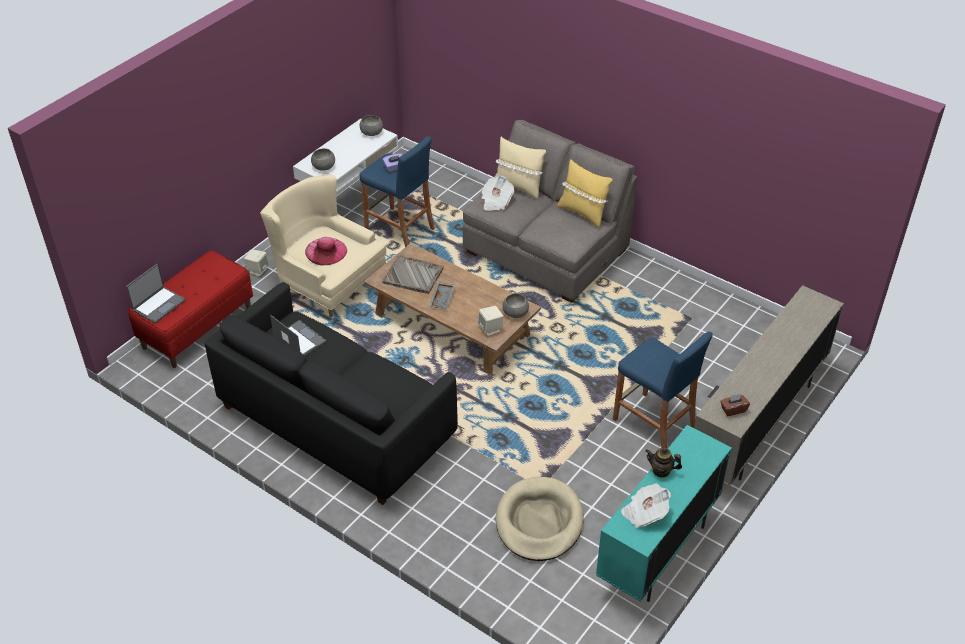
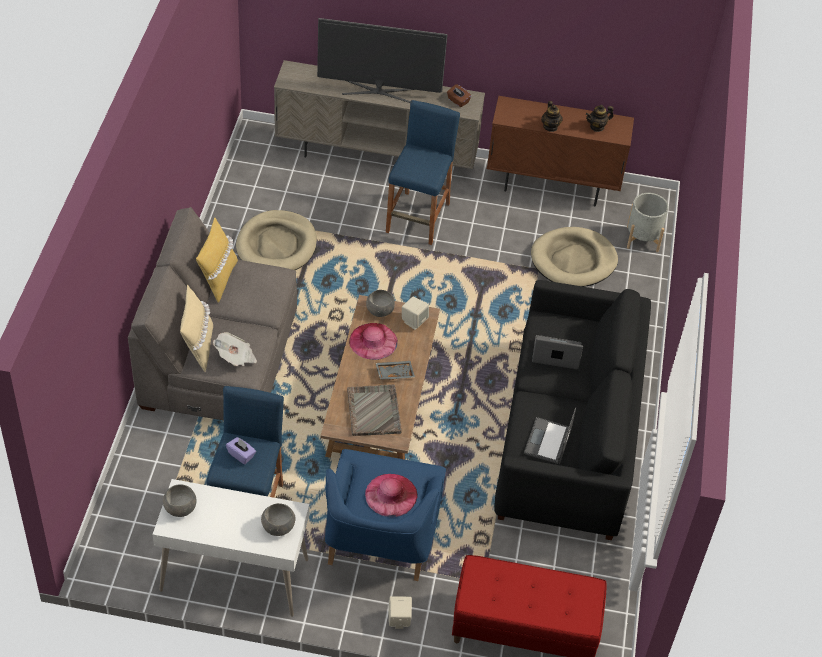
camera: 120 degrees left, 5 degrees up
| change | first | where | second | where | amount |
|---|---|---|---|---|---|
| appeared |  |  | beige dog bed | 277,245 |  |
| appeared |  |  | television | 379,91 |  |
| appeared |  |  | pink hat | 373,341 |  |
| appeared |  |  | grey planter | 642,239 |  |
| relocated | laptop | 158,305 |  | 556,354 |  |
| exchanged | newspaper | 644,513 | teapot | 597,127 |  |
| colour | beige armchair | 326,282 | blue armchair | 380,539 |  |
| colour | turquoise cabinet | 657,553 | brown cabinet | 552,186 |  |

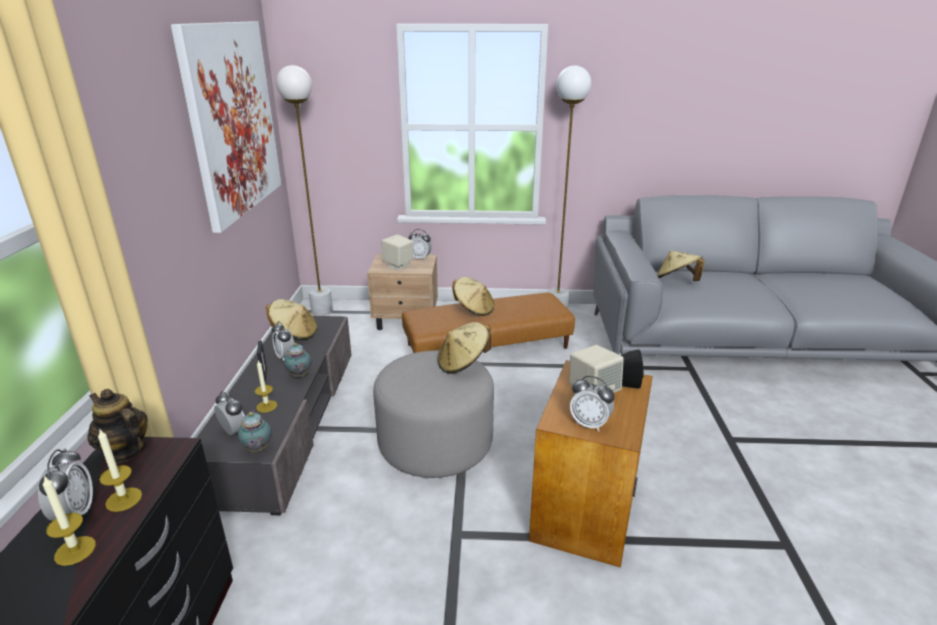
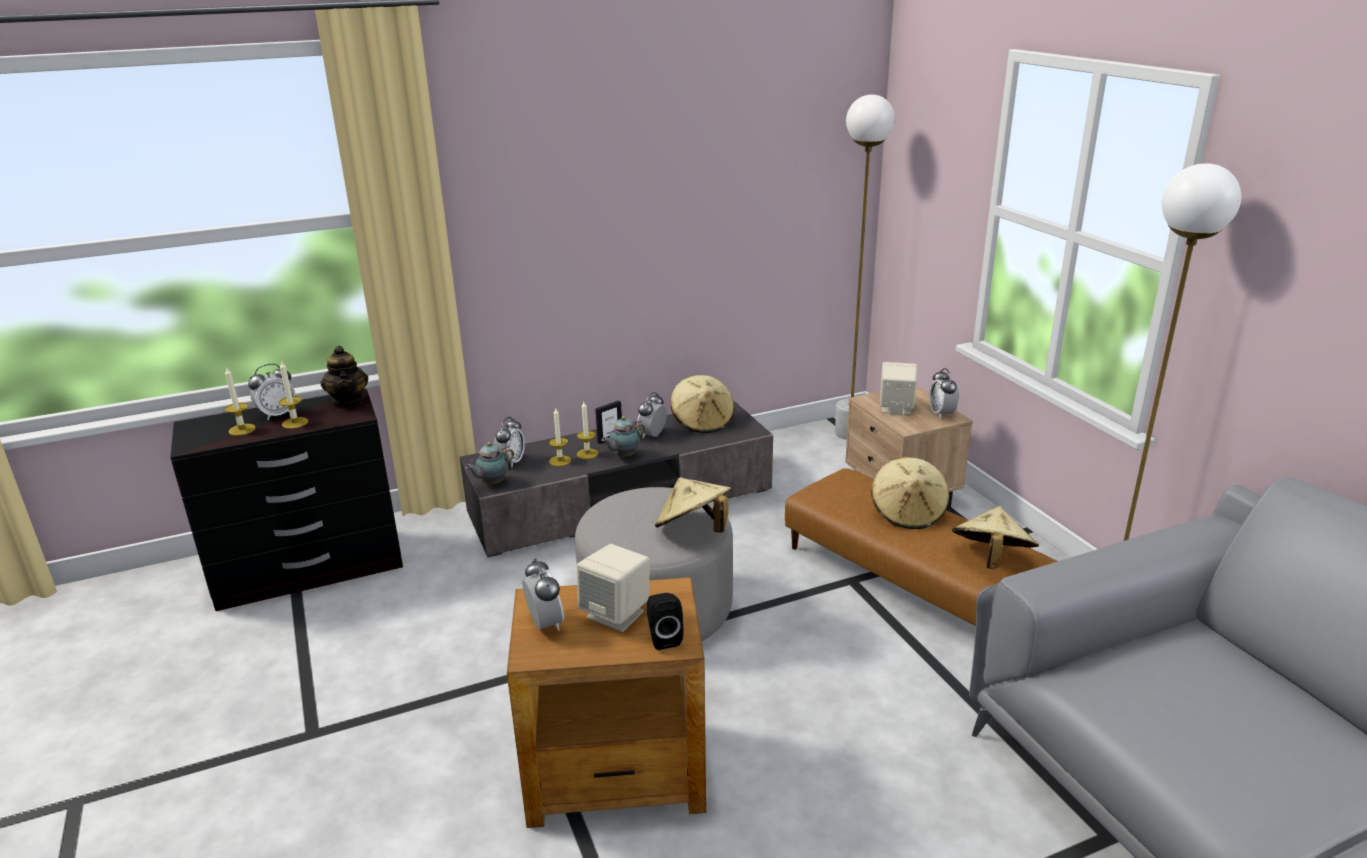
camera: 65 degrees right, 0 degrees up
| change | first | where | second | where | amount |
|---|---|---|---|---|---|
| missing | picture | 232,120 |  |  |  |
| appeared |  |  | candle | 587,454 |  |
| relocated | beige hat | 676,282 |  | 990,559 |  |
| spun | teapot | 125,451 |  | 349,401 | 150 degrees clockwise |
| spun | alarm clock | 589,424 |  | 545,624 | 150 degrees clockwise |

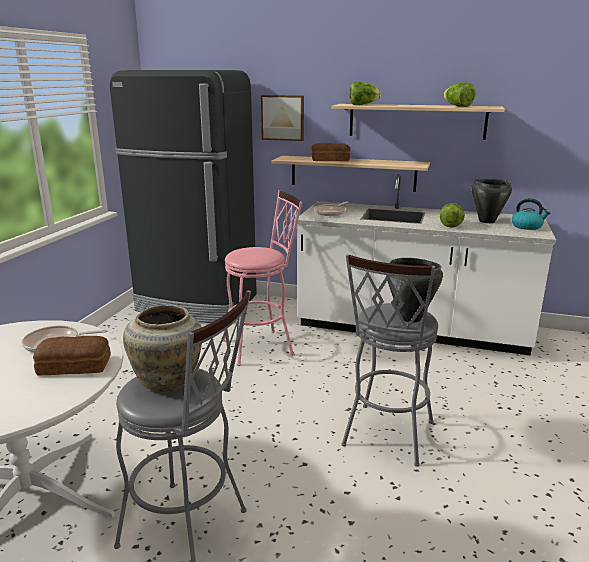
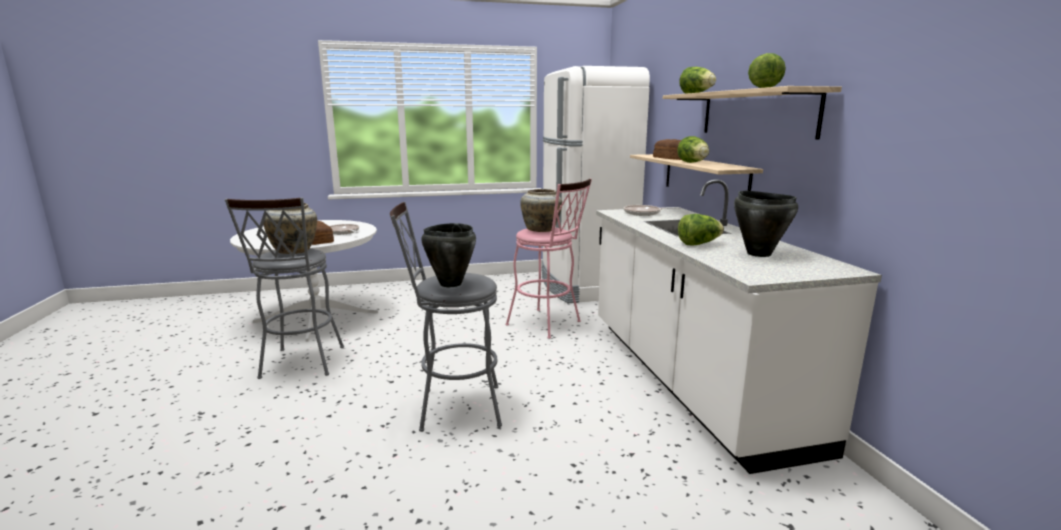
camera: 60 degrees right, 5 degrees down
| change | first | where | second | where | amount |
|---|---|---|---|---|---|
| missing | picture | 283,117 |  |  |  |
| missing | kettle | 527,226 |  |  |  |
| appeared |  |  | beige vase | 541,230 |  |
| appeared |  |  | lettuce | 693,163 |  |
| colour | black fridge | 197,304 | white fridge | 584,286 |  |

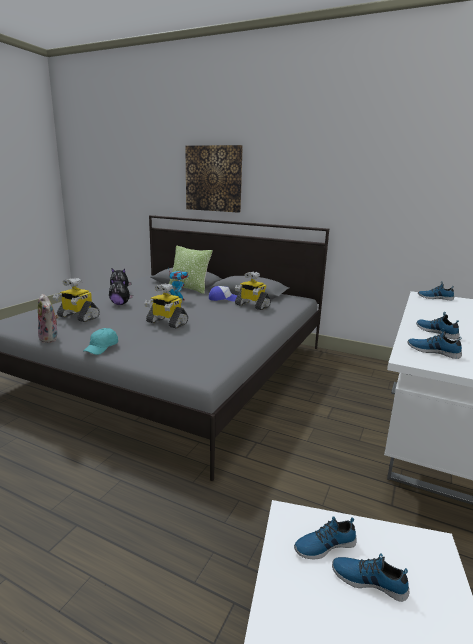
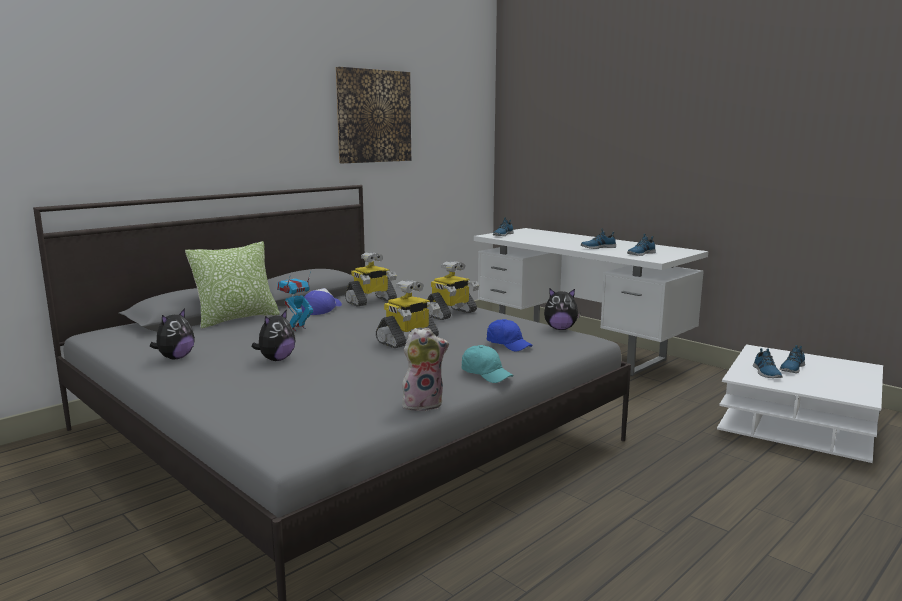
camera: 70 degrees left, 5 degrees down
| change | first | where | second | where | amount |
|---|---|---|---|---|---|
| appeared |  |  | blue cap | 508,344 |  |
| appeared |  |  | plush toy | 560,329 |  |
| relocated | toy robot | 77,317 |  | 450,314 |  |
| relocated | picture | 213,178 |  | 373,116 |  |

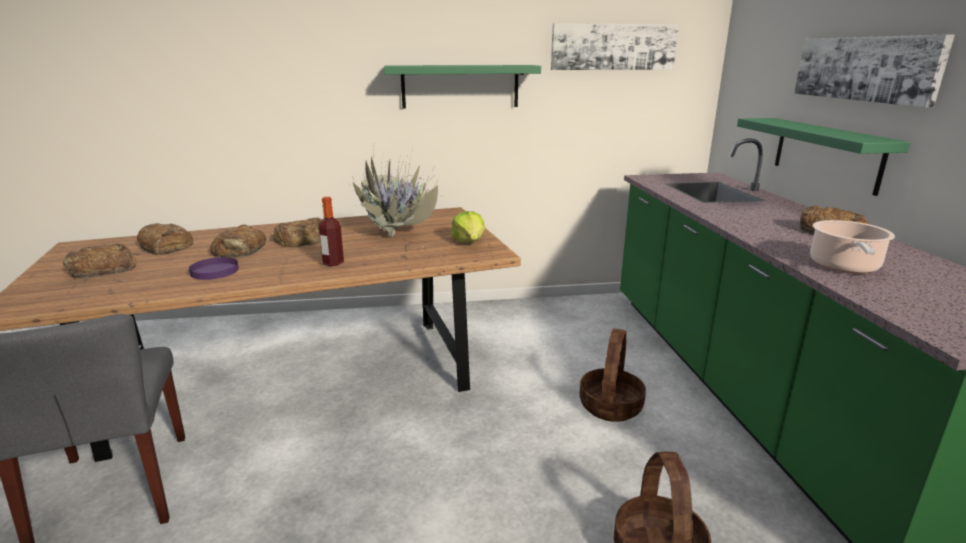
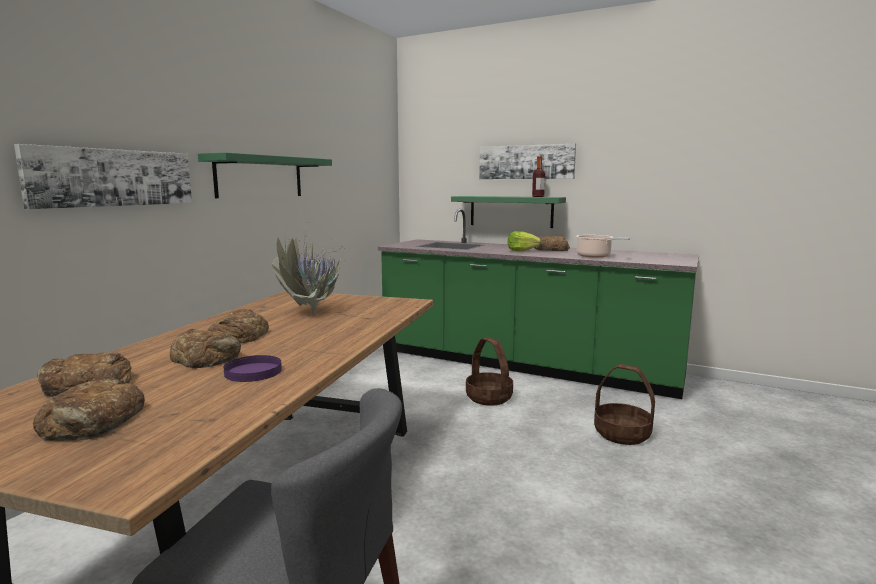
camera: 55 degrees left, 10 degrees down
| change | first | where | second | where | amount |
|---|---|---|---|---|---|
| relocated | bottle | 333,263 |  | 538,196 |  |
| relocated | lettuce | 469,241 |  | 522,251 |  |
| relocated | picture | 613,47 |  | 113,177 |  |

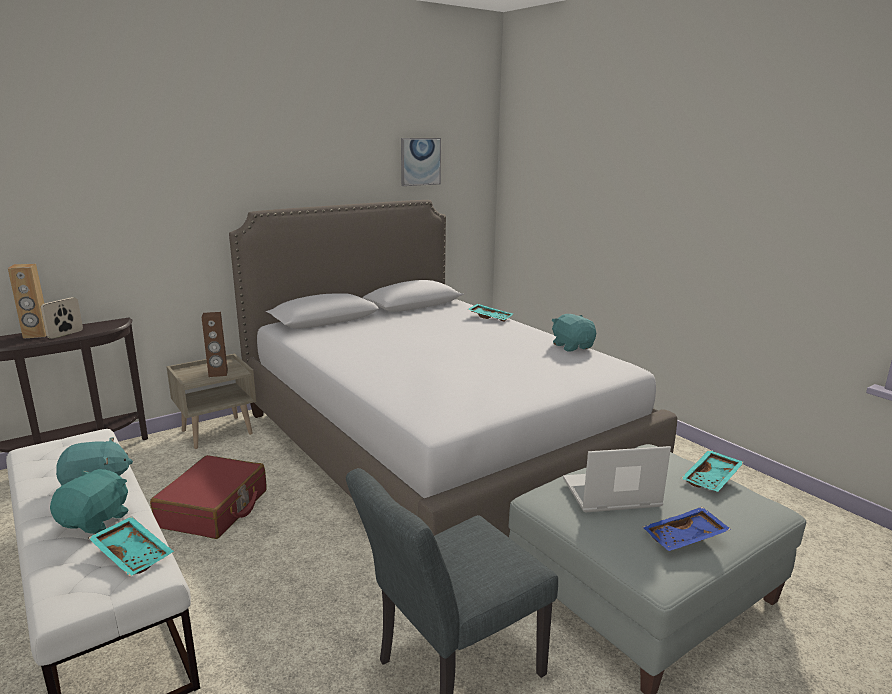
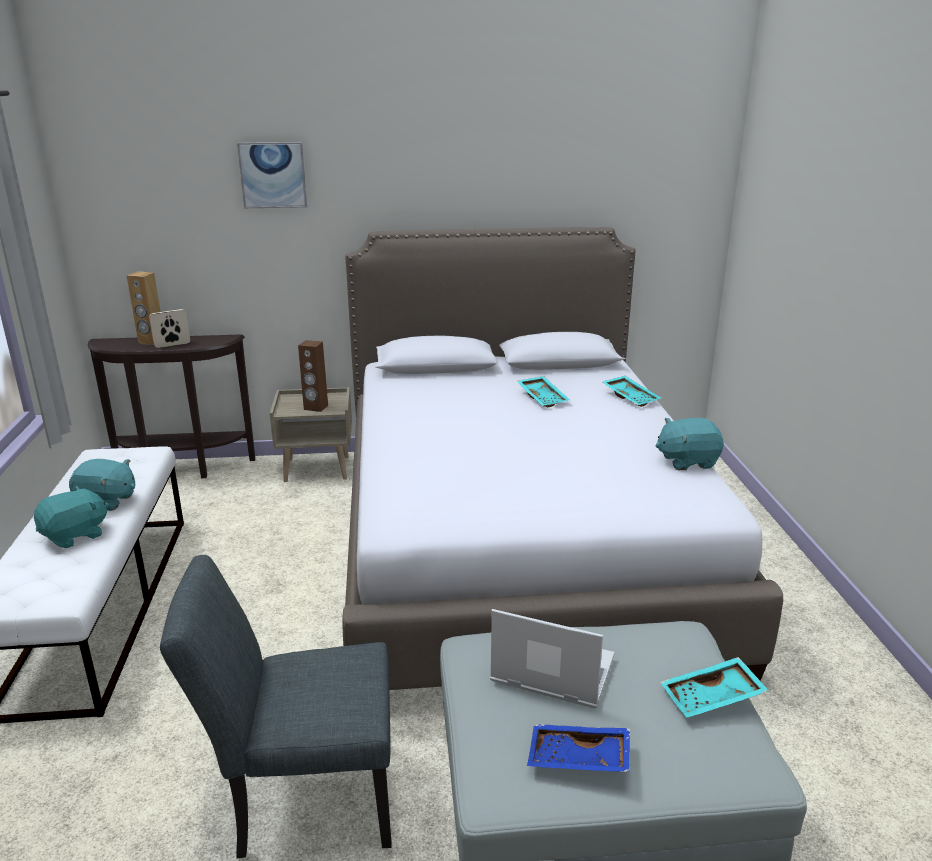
camera: 30 degrees right, 5 degrees up
| change | first | where | second | where | amount |
|---|---|---|---|---|---|
| missing | red suitcase | 214,509 |  |  |  |
| relocated | turquoise tray | 134,553 |  | 543,398 |  |
| relocated | picture | 420,161 |  | 273,175 |  |
| spun | turquoise plush toy | 572,346 |  | 687,461 | 105 degrees counterclockwise |

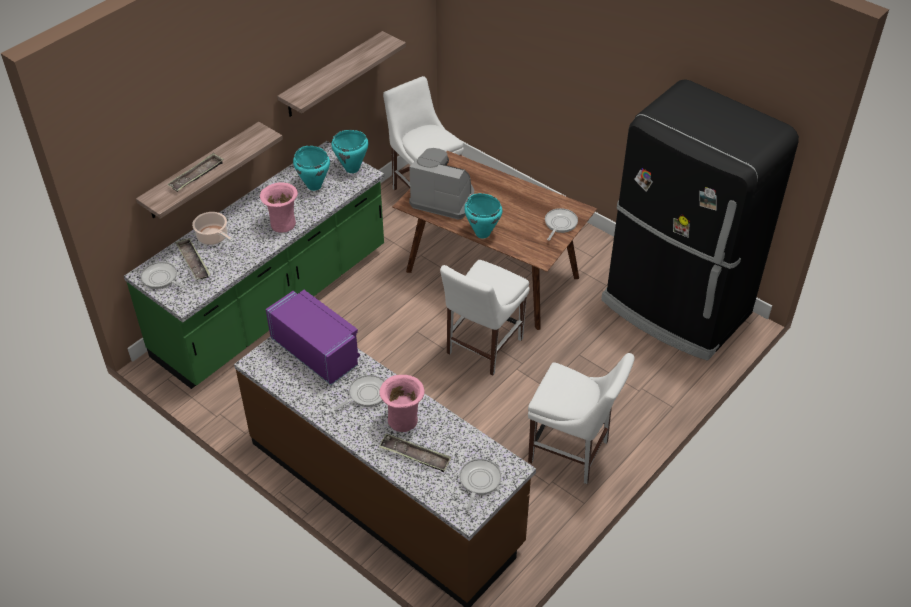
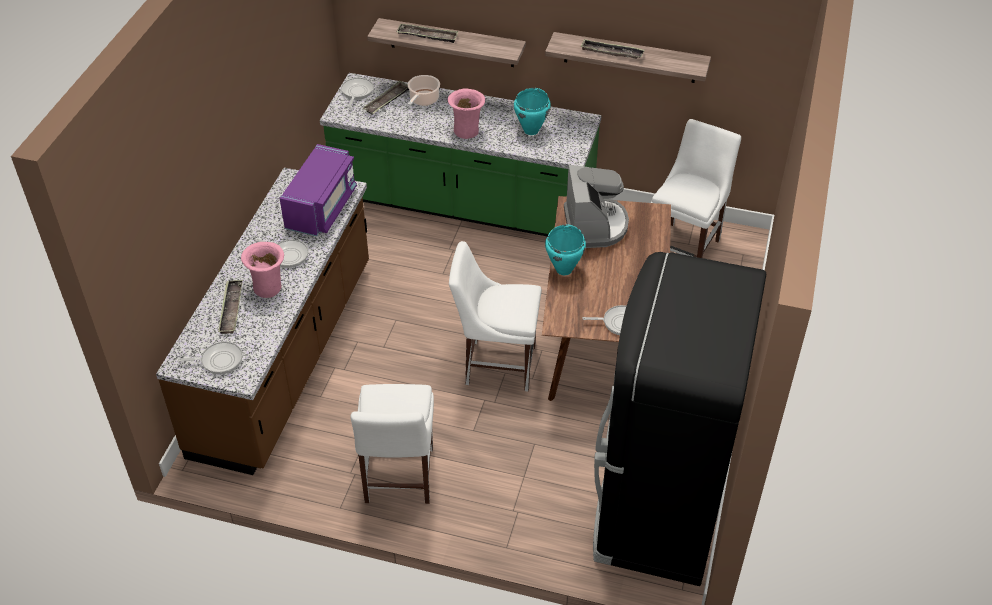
camera: 65 degrees right, 0 degrees up
| change | first | where | second | where | amount |
|---|---|---|---|---|---|
| missing | turquoise cooking pot | 352,169 |  |  |  |
| appeared |  |  | tray | 612,52 |  |

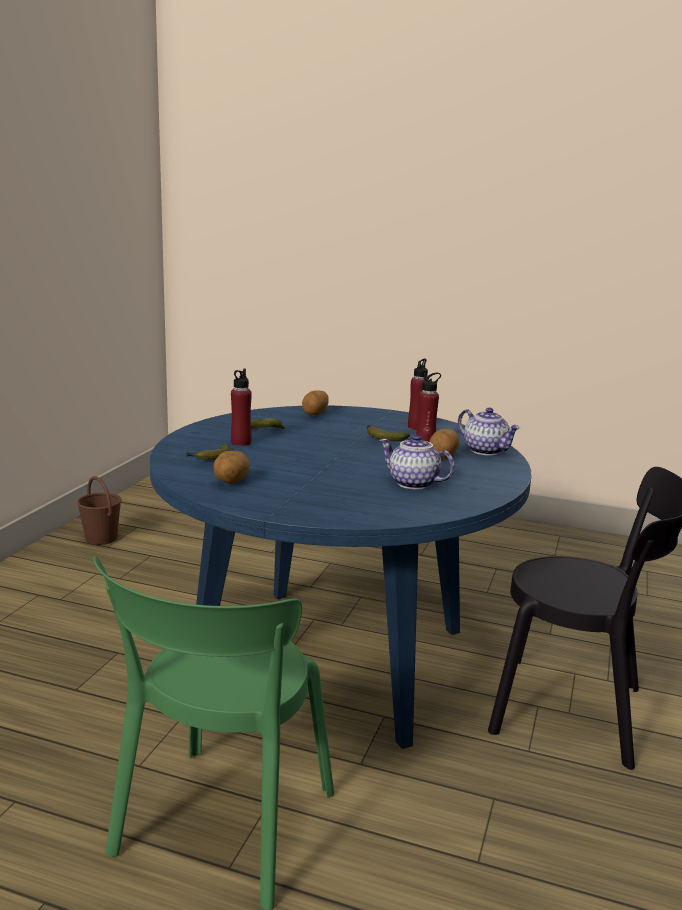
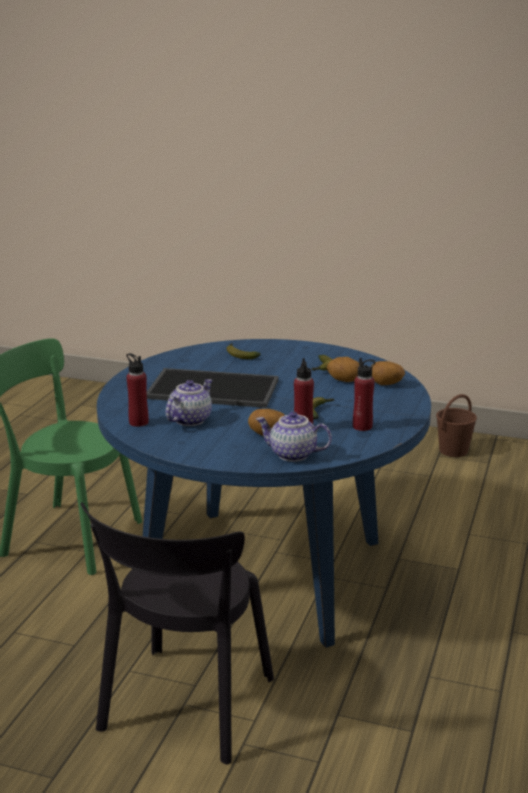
camera: 90 degrees right, 5 degrees up
| change | first | where | second | where | amount |
|---|---|---|---|---|---|
| appeared |  |  | tray | 211,389 |  |
| relocated | potato | 231,482 |  | 344,380 |  |
| relocated | red bottle | 241,443 |  | 138,422 |  |
| spun | teapot | 486,450 |  | 292,455 | 60 degrees clockwise |

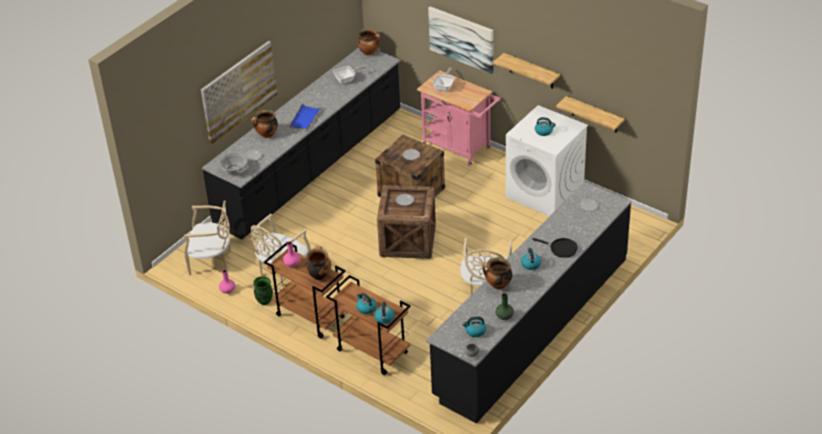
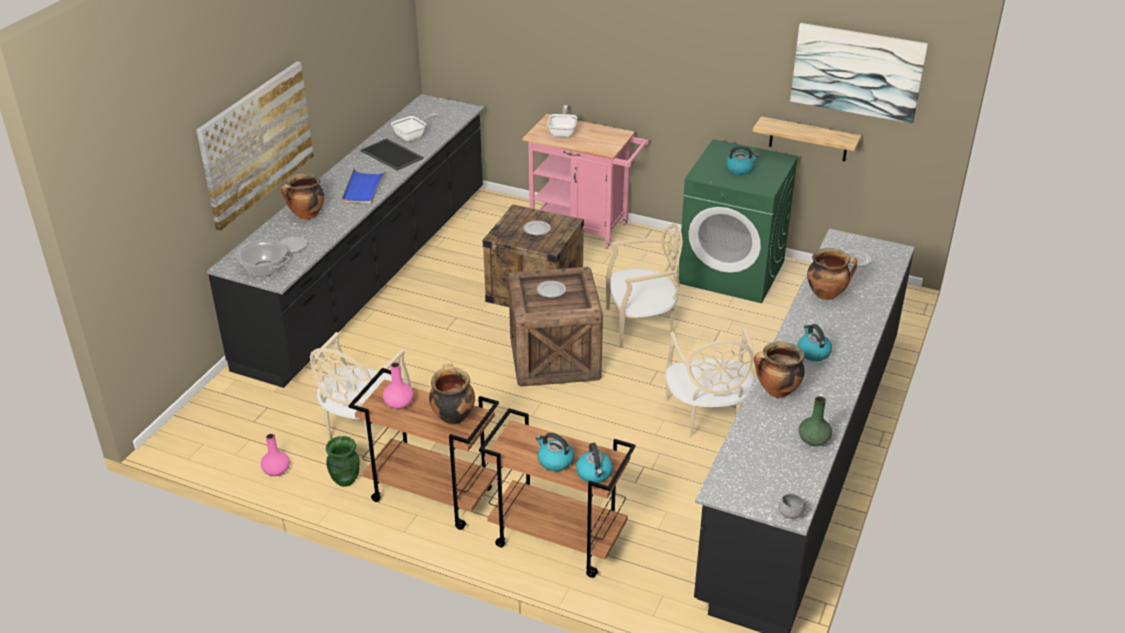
camera: 15 degrees left, 5 degrees down
| change | first | where | second | where | amount |
|---|---|---|---|---|---|
| missing | kettle | 475,331 |  |  |  |
| missing | shelf | 531,71 |  |  |  |
| missing | black frying pan | 561,249 |  |  |  |
| appeared |  |  | tray | 393,154 |  |
| relocated | beige chair | 211,260 |  | 641,325 |  |
| relocated | cooking pot | 369,52 |  | 827,294 |  |
| relocated | picture | 461,39 |  | 857,72 |  |
| colour | white washing machine | 545,193 | green washing machine | 732,272 |  |

